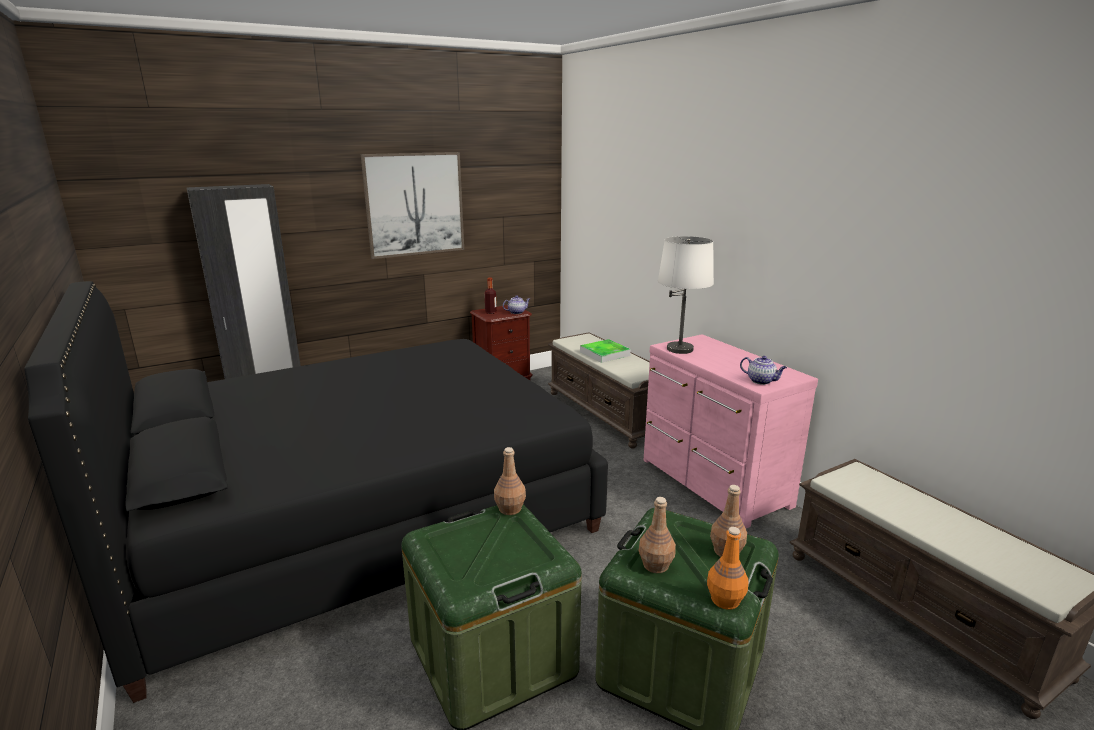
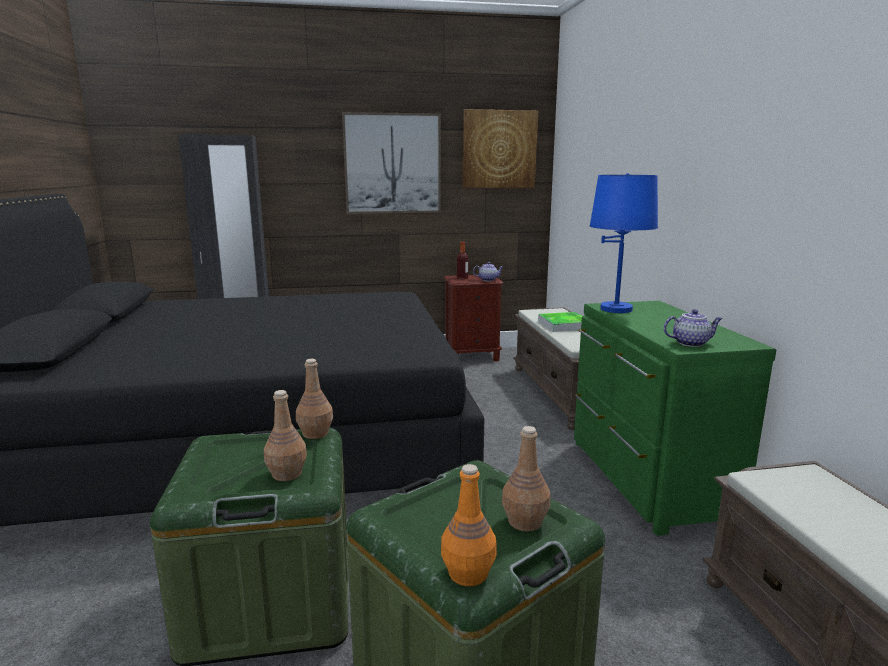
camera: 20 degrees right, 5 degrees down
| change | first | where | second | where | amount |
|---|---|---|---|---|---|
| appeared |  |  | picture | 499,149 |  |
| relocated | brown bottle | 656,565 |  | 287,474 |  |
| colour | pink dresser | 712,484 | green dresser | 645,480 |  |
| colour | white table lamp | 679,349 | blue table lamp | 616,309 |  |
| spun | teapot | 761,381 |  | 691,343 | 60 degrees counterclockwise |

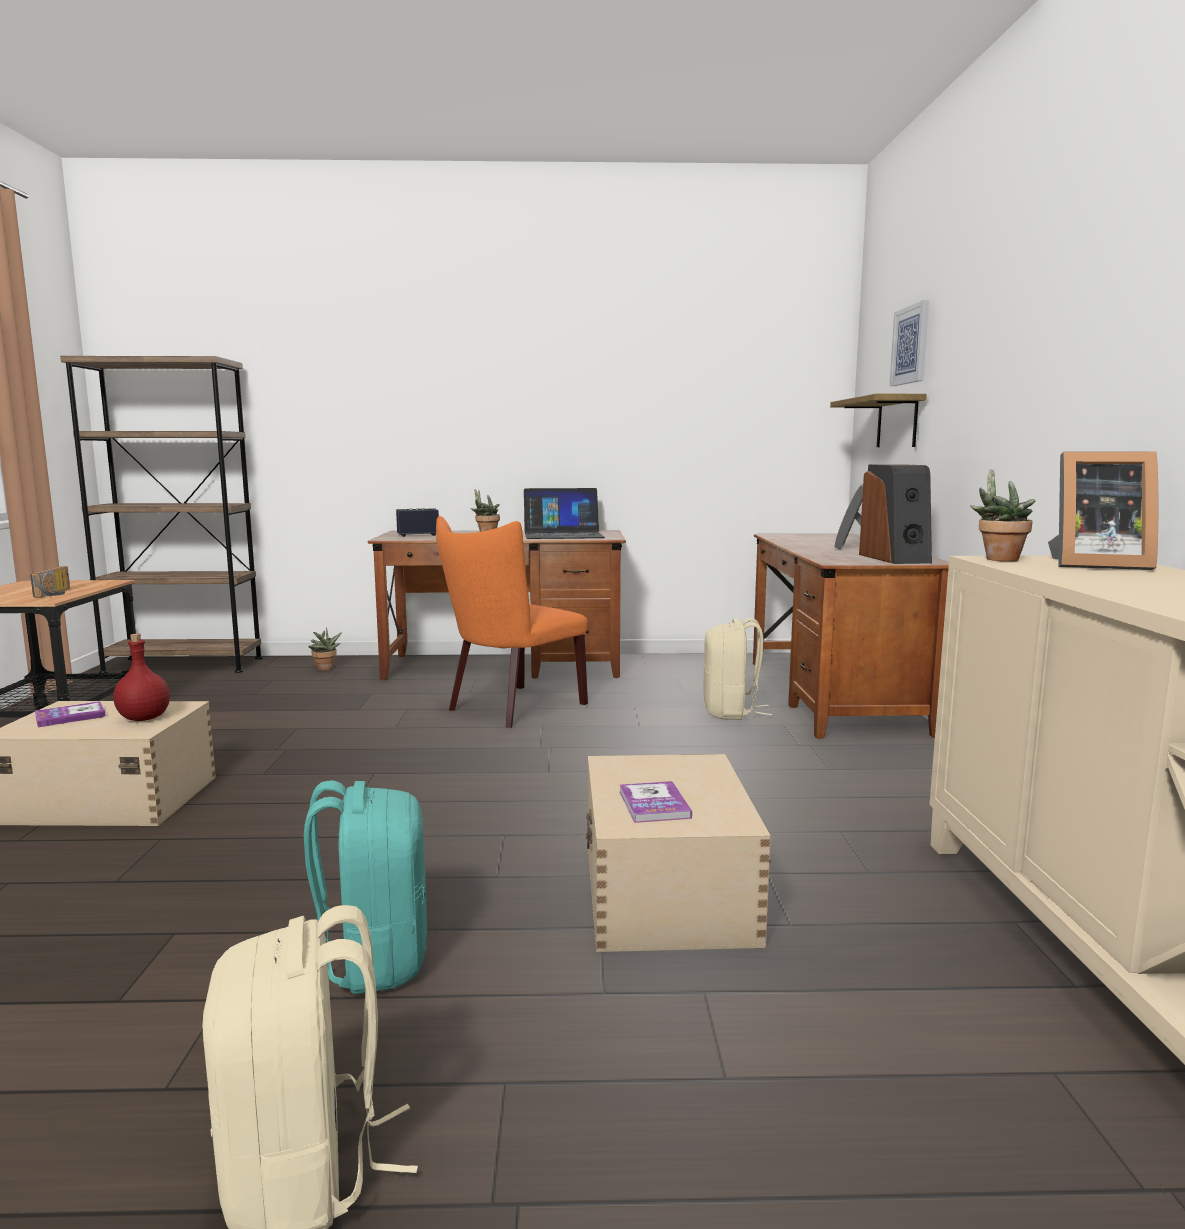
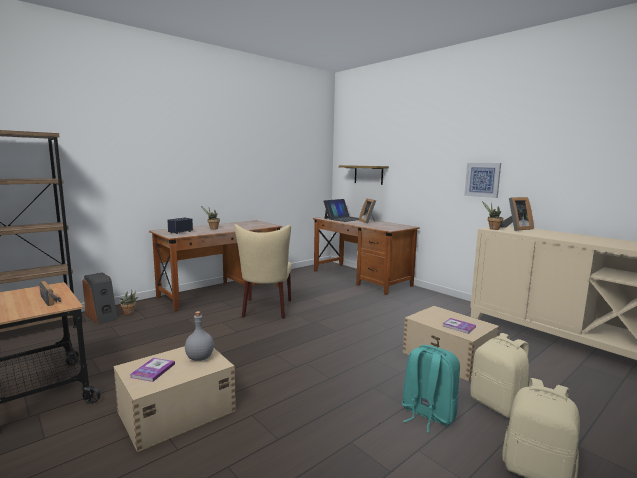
camera: 40 degrees left, 0 degrees up
| change | first | where | second | where | amount |
|---|---|---|---|---|---|
| relocated | laptop | 563,535 |  | 344,218 |  |
| relocated | beige backpack | 731,712 |  | 498,405 |  |
| relocated | speaker | 895,558 |  | 102,317 |  |
| relocated | picture | 911,345 |  | 482,179 |  |
| colour | red bottle | 144,718 | grey bottle | 199,358 |  |
| colour | orange chair | 510,708 | beige chair | 266,310 |  |

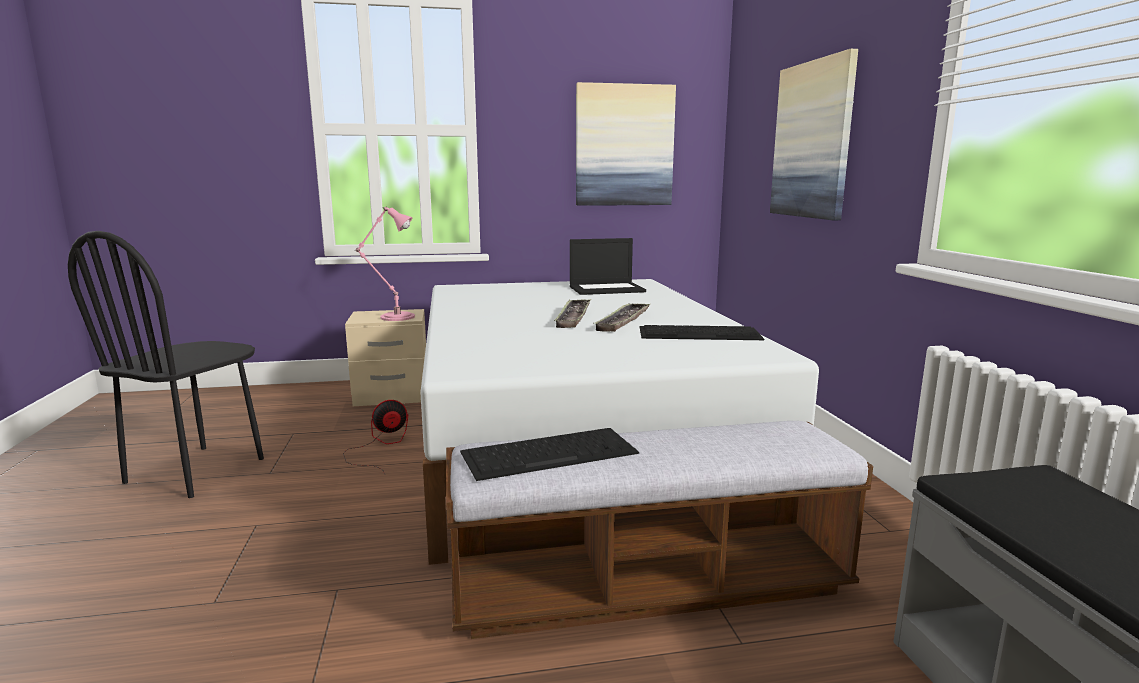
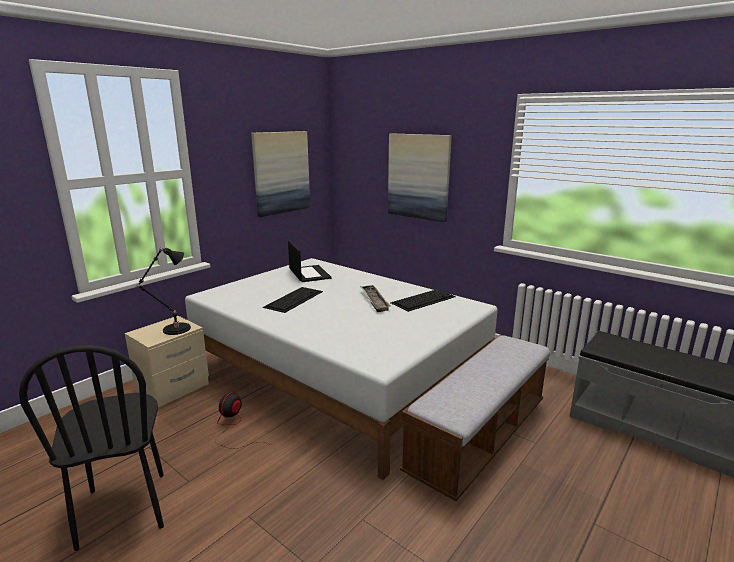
camera: 40 degrees left, 5 degrees up
| change | first | where | second | where | amount |
|---|---|---|---|---|---|
| missing | tray | 573,317 |  |  |  |
| relocated | keyboard | 550,452 |  | 294,299 |  |
| colour | pink table lamp | 394,317 | black table lamp | 174,329 |  |
| spun | laptop | 607,289 |  | 309,274 | 60 degrees counterclockwise |

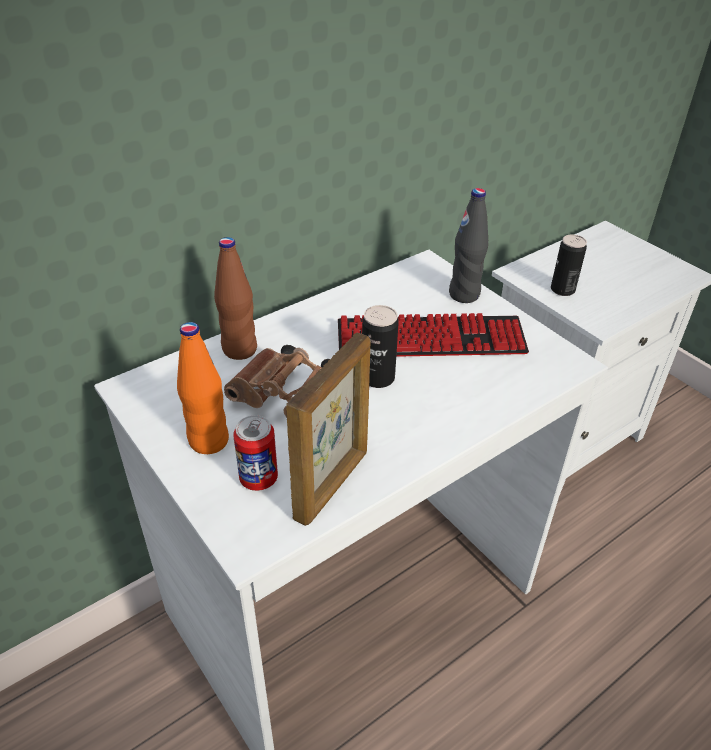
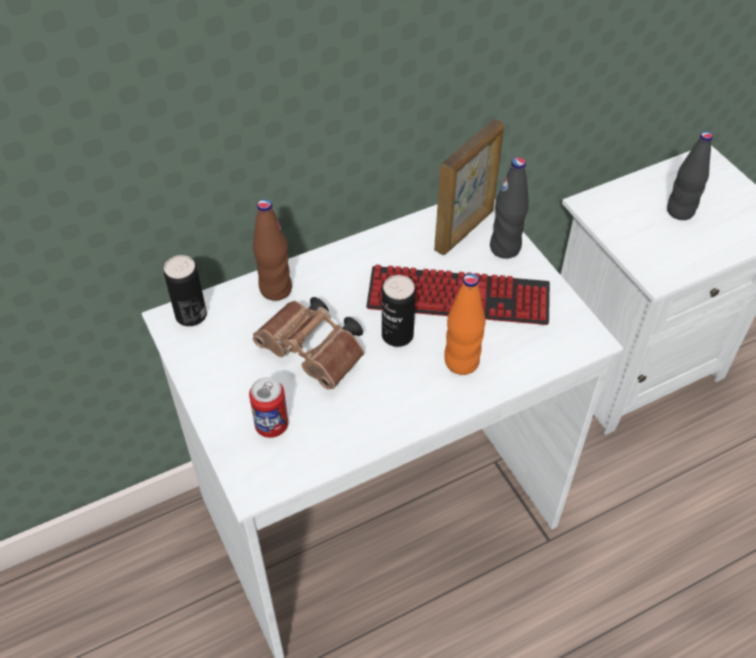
camera: 10 degrees right, 10 degrees up
| change | first | where | second | where | amount |
|---|---|---|---|---|---|
| appeared |  |  | black bottle | 680,211 |  |
| relocated | orange bottle | 208,441 |  | 461,362 |  |
| relocated | picture frame | 333,484 |  | 465,230 |  |
| relocated | can | 562,290 |  | 191,315 |  |

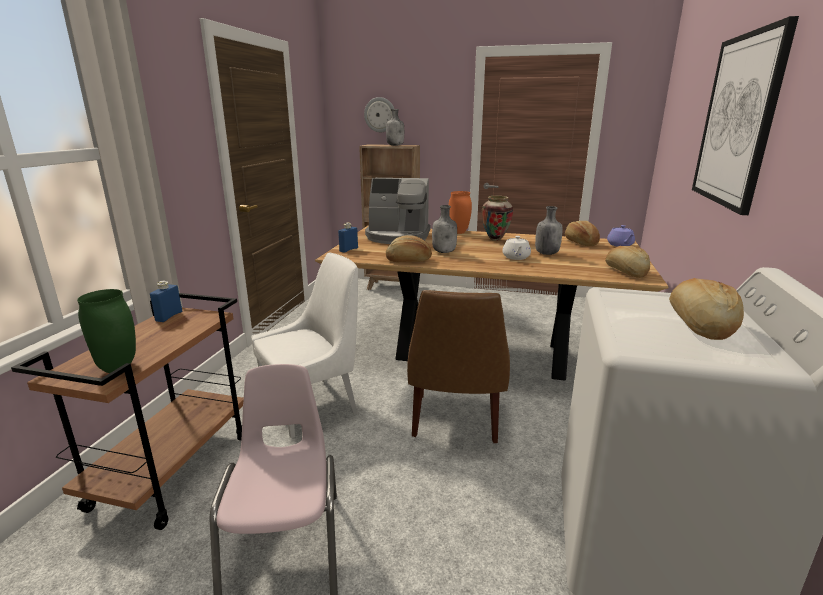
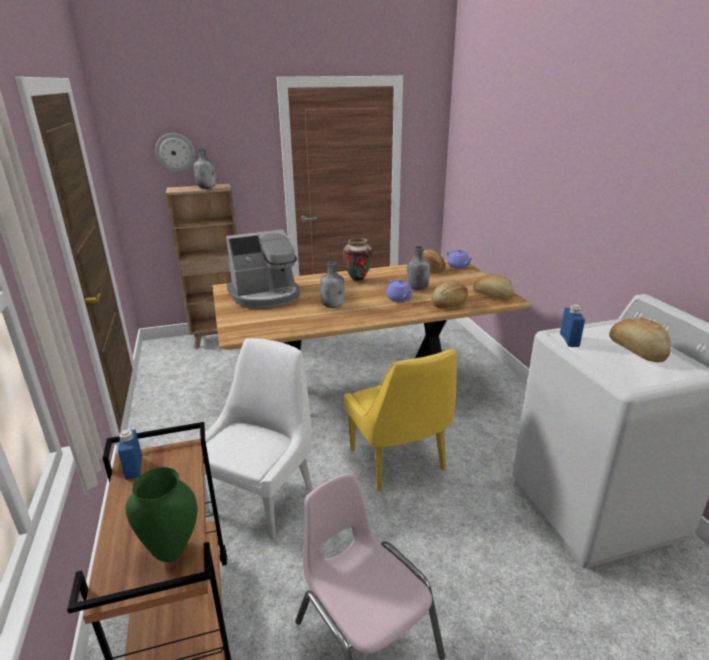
camera: 30 degrees left, 5 degrees up
| change | first | where | second | where | amount |
|---|---|---|---|---|---|
| missing | orange vase | 459,232 |  |  |  |
| missing | picture | 737,121 |  |  |  |
| relocated | blue bottle | 348,250 |  | 569,340 |  |
| relocated | bread | 408,260 |  | 449,303 |  |
| colour | brown chair | 455,420 | yellow chair | 398,462 |  |
| colour | white teapot | 516,257 | purple teapot | 399,298 |  |

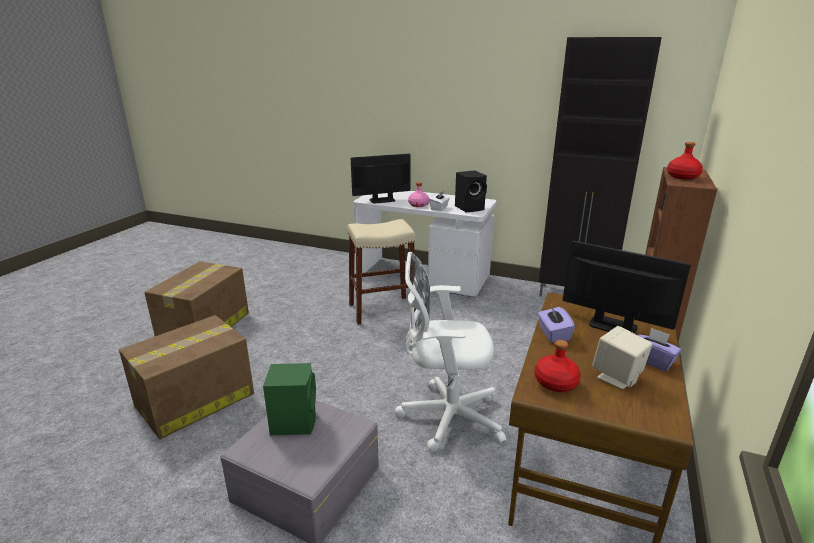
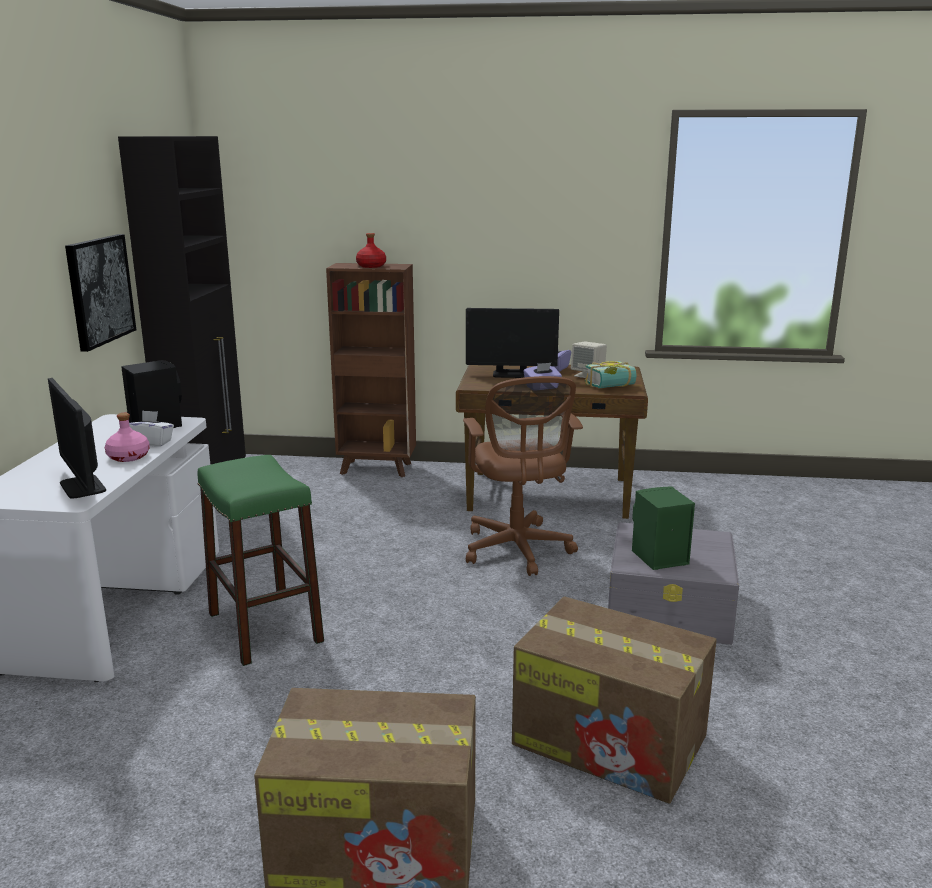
camera: 105 degrees left, 5 degrees down
| change | first | where | second | where | amount |
|---|---|---|---|---|---|
| appeared |  |  | picture | 99,290 |  |
| exchanged | red bottle | 556,382 | book | 612,387 |  |
| colour | beige stool | 382,310 | green stool | 265,627 |  |
| colour | white office chair | 446,417 | brown office chair | 517,551 |  |
| spun | monitor | 612,326 |  | 511,374 | 105 degrees counterclockwise |

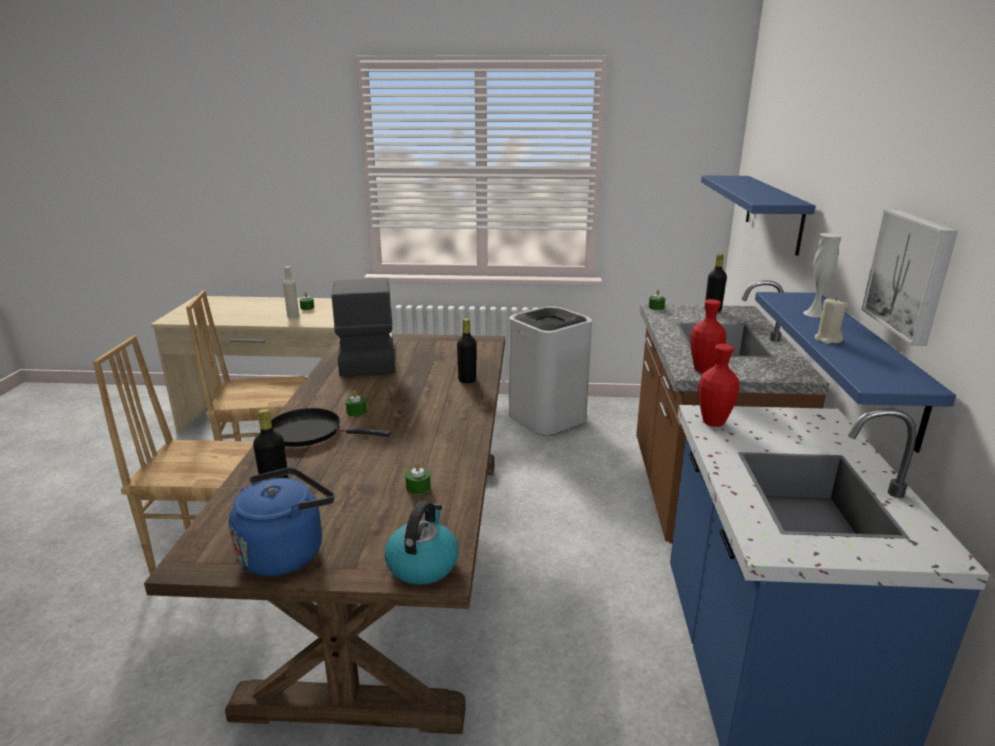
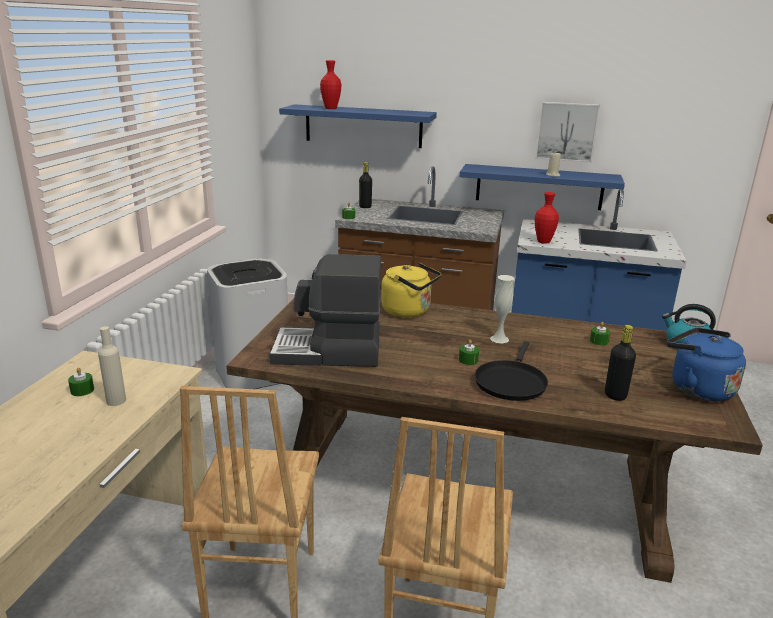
camera: 80 degrees left, 0 degrees up
| change | first | where | second | where | amount |
|---|---|---|---|---|---|
| relocated | red vase | 703,370 |  | 331,108 |  |
| relocated | white vase | 815,314 |  | 499,339 |  |
| exchanged | black bottle | 467,380 | yellow kettle | 409,311 |  |

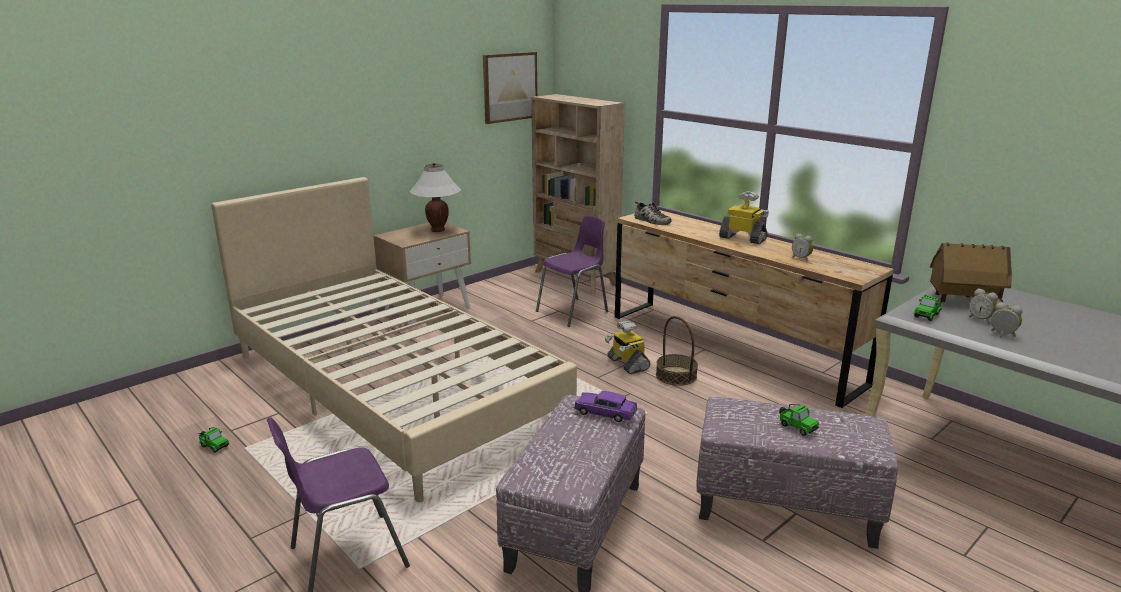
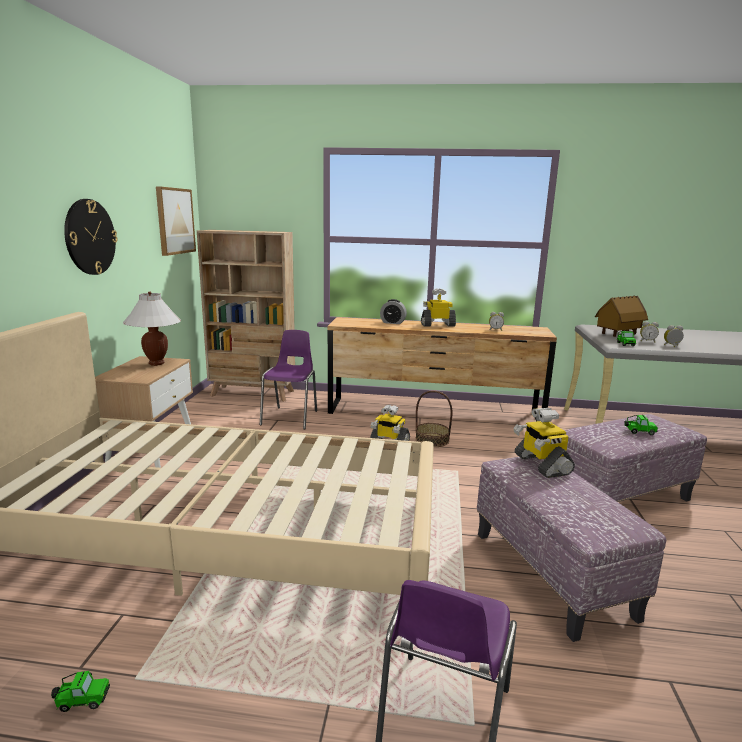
camera: 40 degrees left, 5 degrees down
| change | first | where | second | where | amount |
|---|---|---|---|---|---|
| missing | shoe | 651,220 |  |  |  |
| appeared |  |  | wall clock | 90,237 |  |
| appeared |  |  | alarm clock | 393,322 |  |
| exchanged | purple toy car | 605,413 | toy robot | 541,464 |  |

